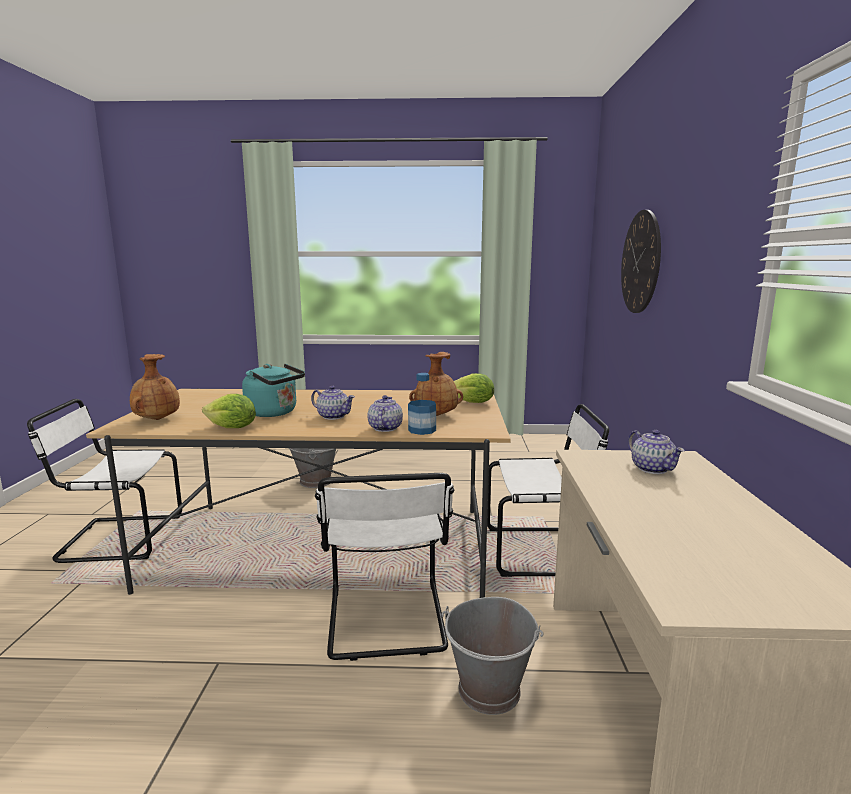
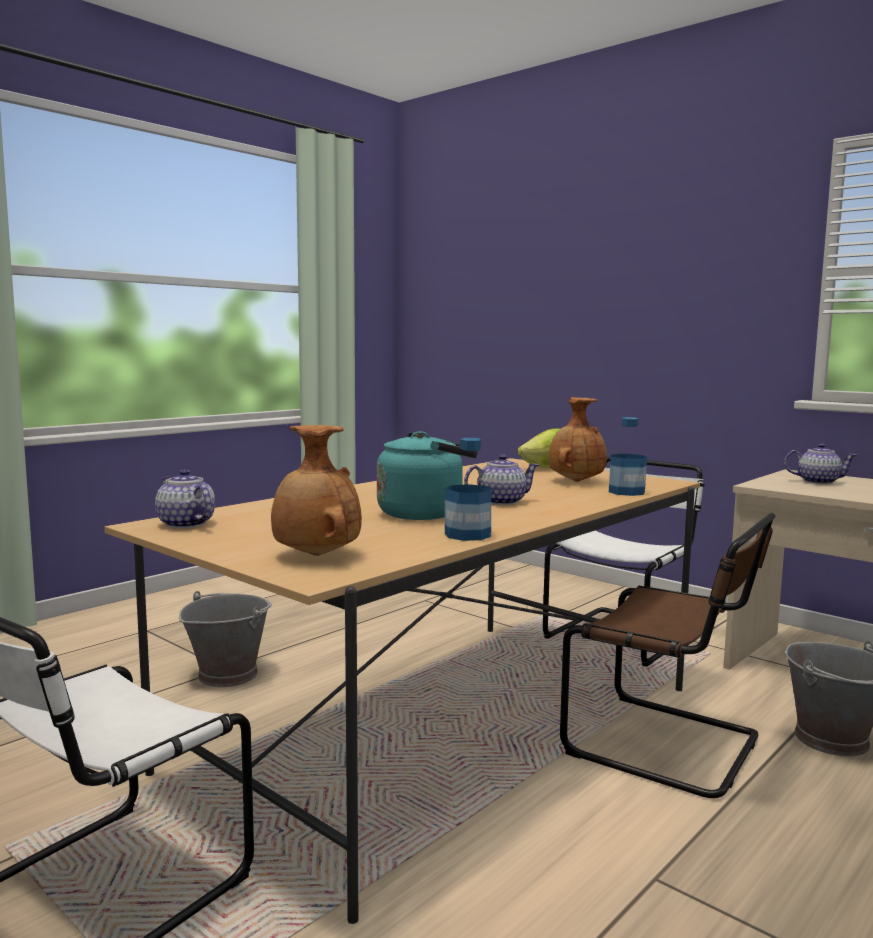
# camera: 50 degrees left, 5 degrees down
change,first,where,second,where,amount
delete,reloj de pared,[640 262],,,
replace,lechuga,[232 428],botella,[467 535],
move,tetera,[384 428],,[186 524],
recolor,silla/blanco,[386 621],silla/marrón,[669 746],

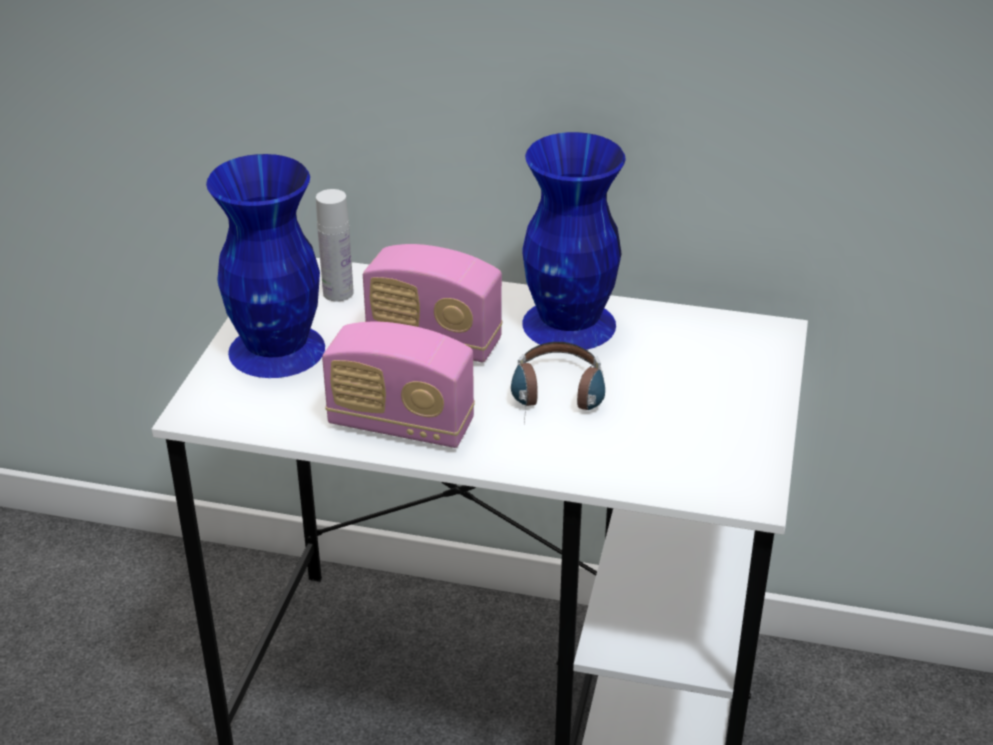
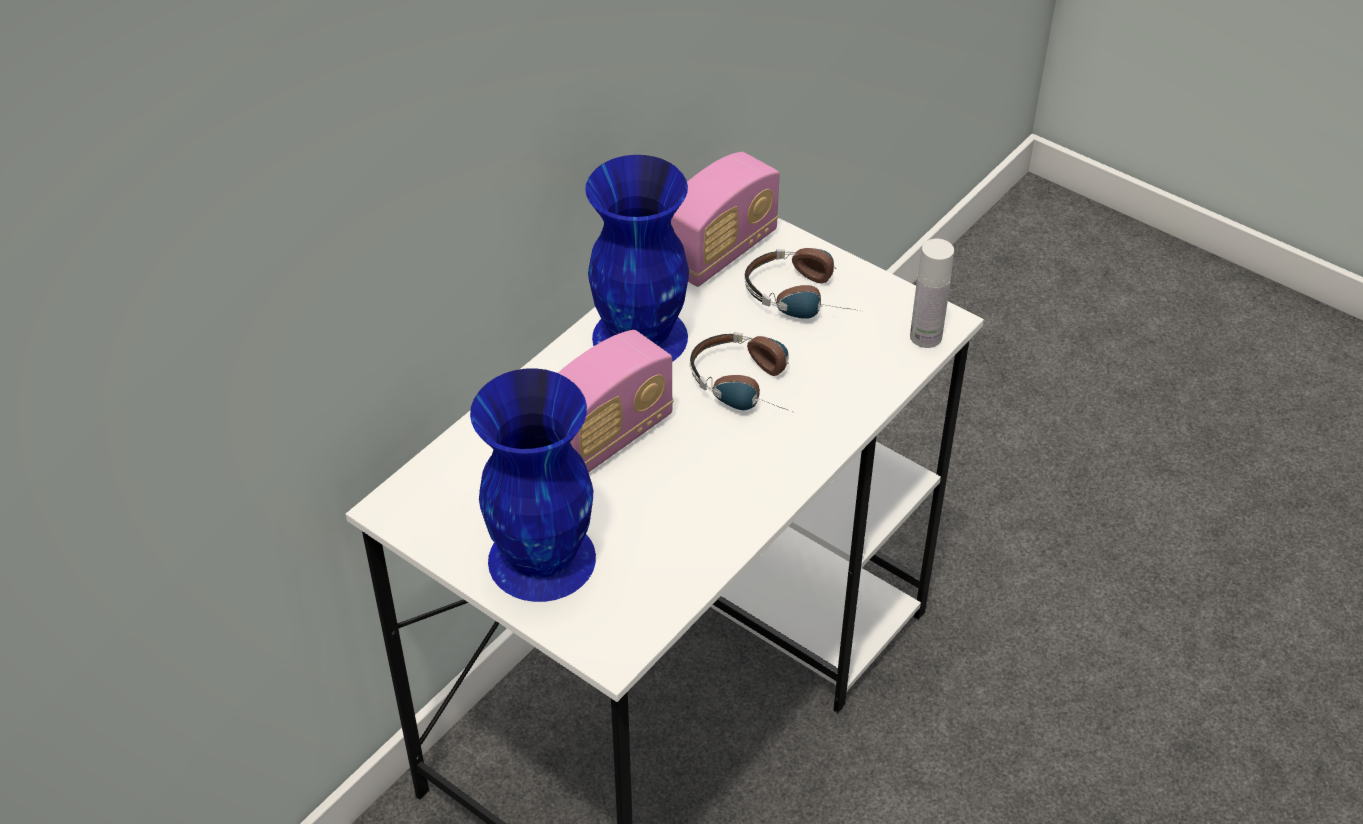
# camera: 65 degrees left, 10 degrees up
change,first,where,second,where,amount
move,botella/blanco,[338 293],,[925 336],
move,radio,[401 425],,[720 251],
insert,,,auriculares,[806 296],

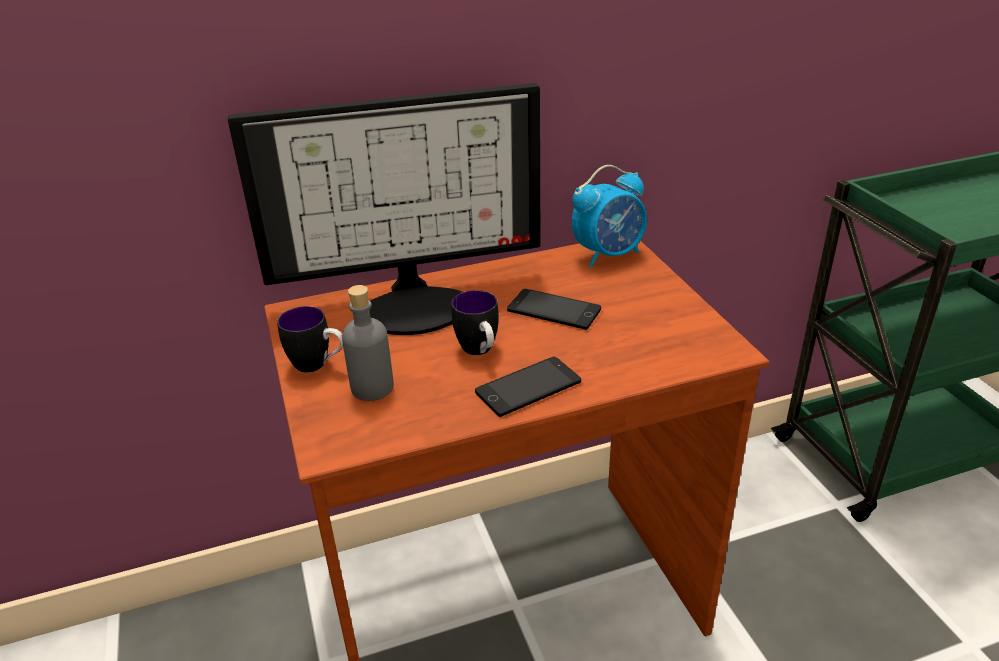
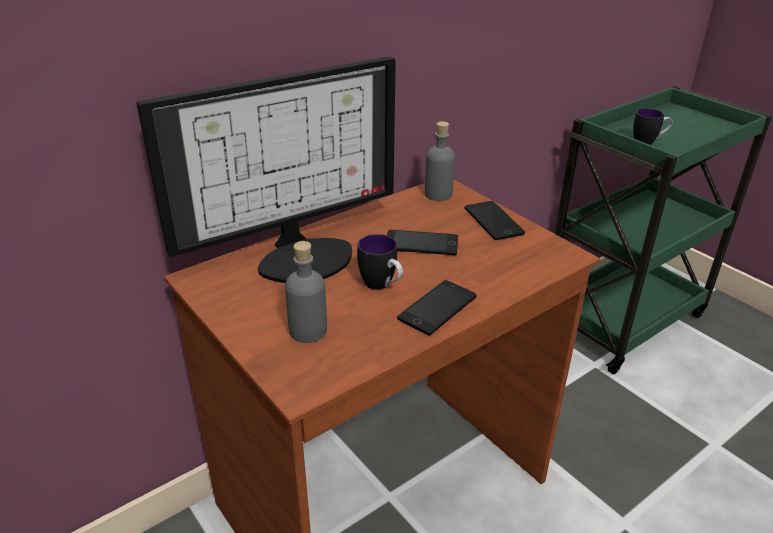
# camera: 20 degrees left, 0 degrees up
change,first,where,second,where,amount
replace,despertador,[609 254],botella/gris,[438 194],
move,taza grande,[318 365],,[648 142],
insert,,,móvil,[493 221],

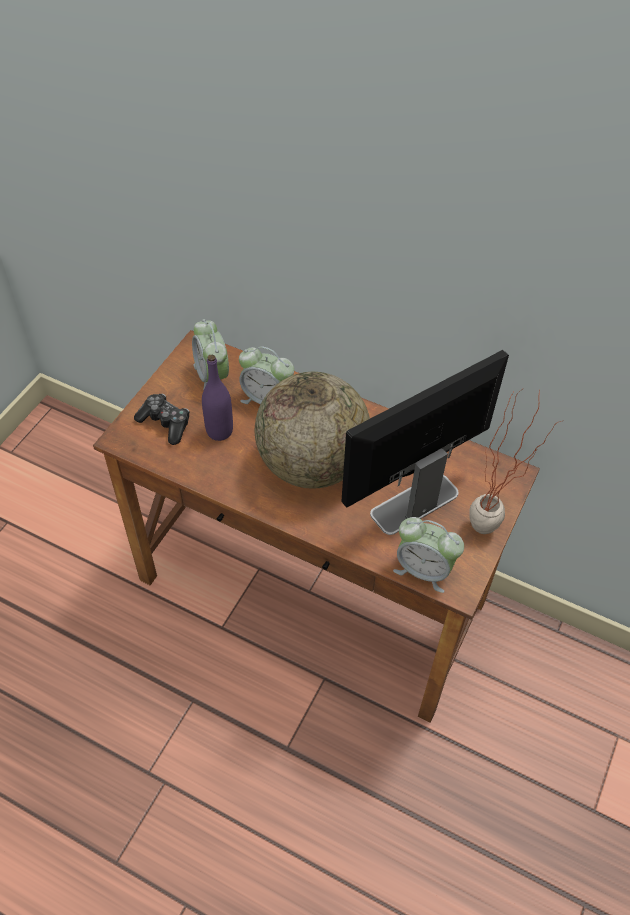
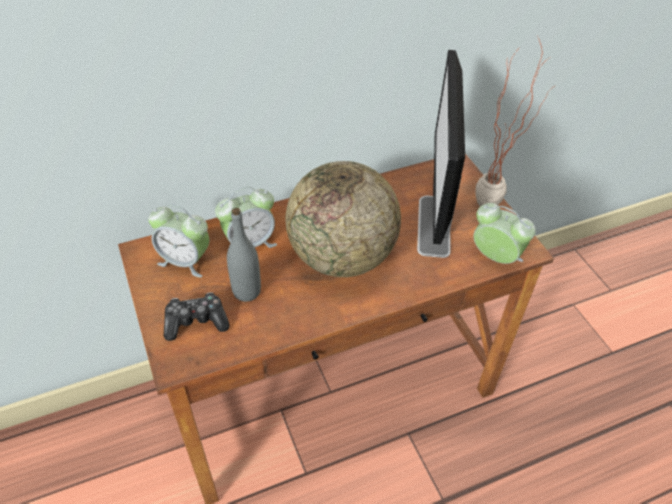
# camera: 50 degrees left, 5 degrees down
change,first,where,second,where,amount
recolor,botella/morado,[219 431],botella/gris,[246 291],
rotate,despertador,[423 570],,[495 257],120 degrees counterclockwise

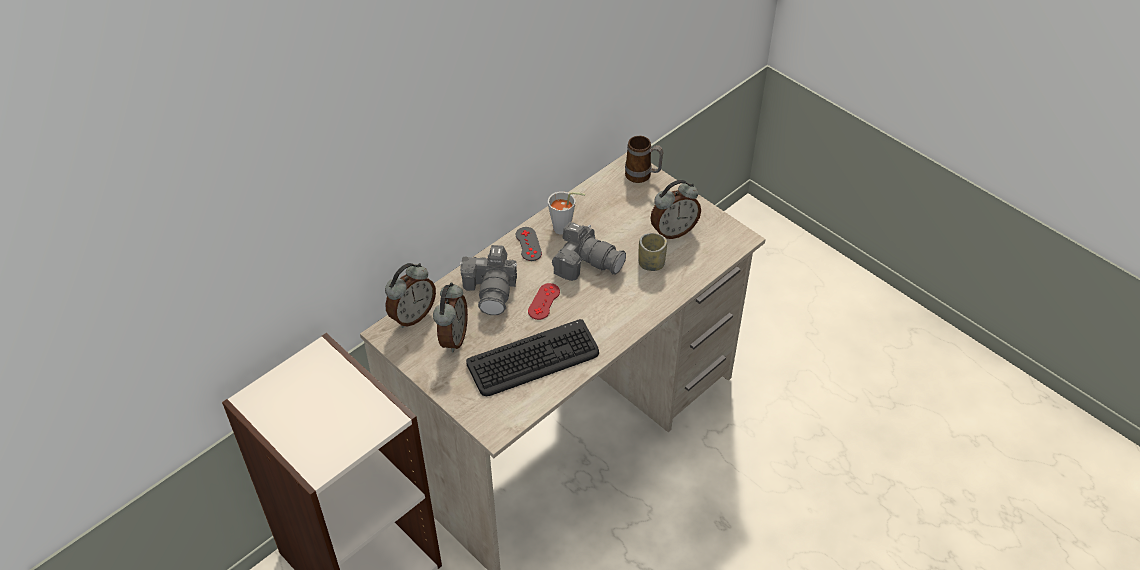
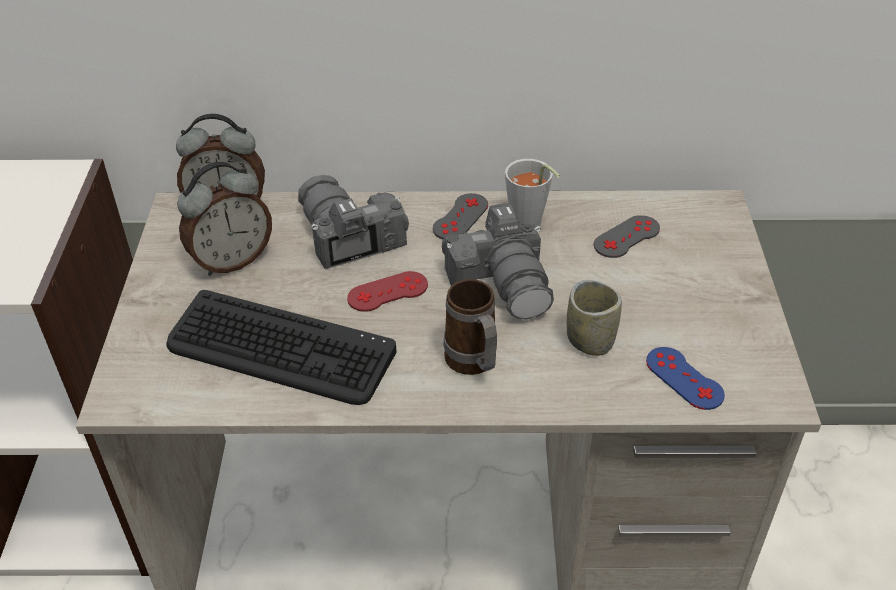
# camera: 45 degrees right, 5 degrees down
change,first,where,second,where,amount
move,taza grande,[643 176],,[474 365],
delete,despertador,[673 231],,,
rotate,cámara,[491 290],,[347 239],105 degrees clockwise
insert,,,mando de consola/gris,[626 237],
insert,,,mando de consola/azul,[684 378],

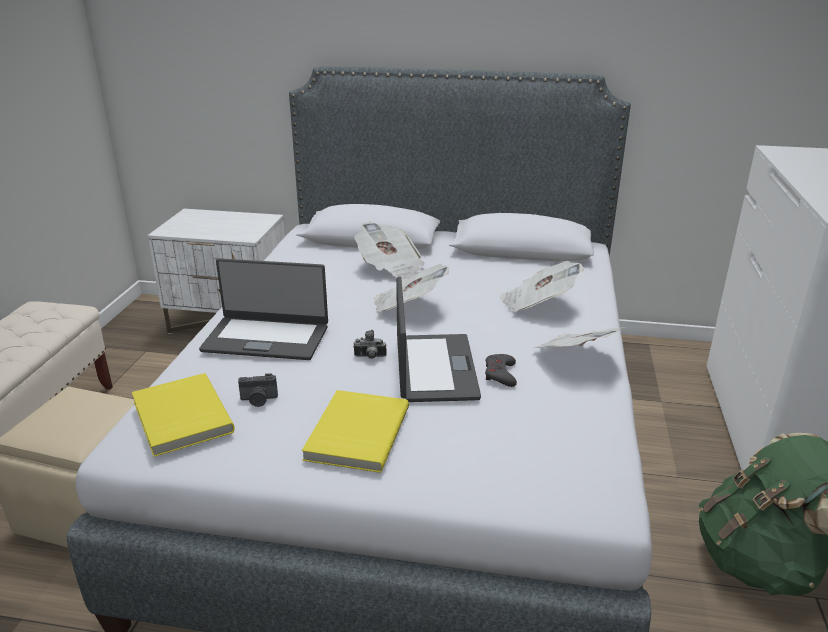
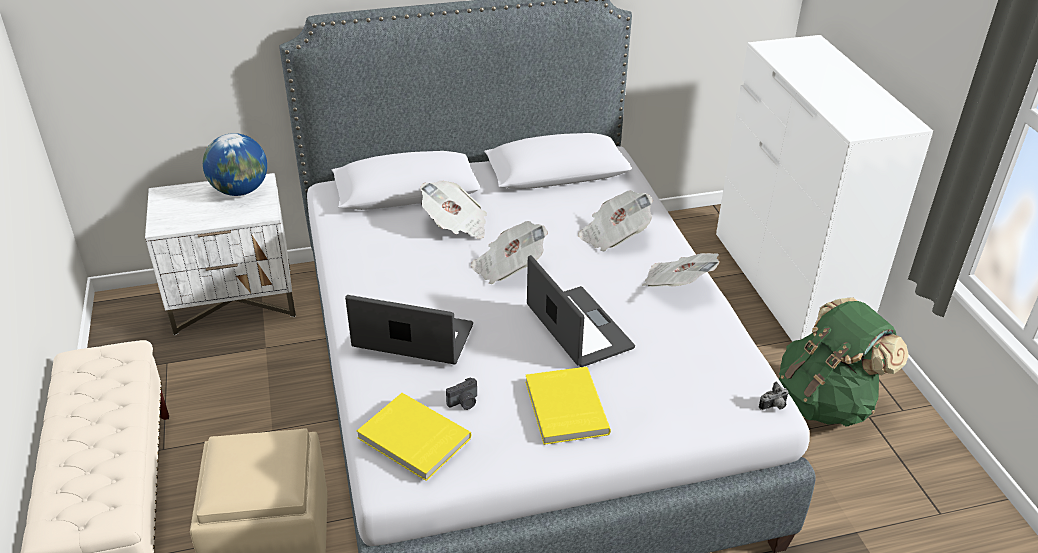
# camera: 25 degrees left, 10 degrees up
change,first,where,second,where,amount
rotate,portátil,[266 338],,[412 338],150 degrees counterclockwise
move,cámara,[370 357],,[774 406],
delete,mando de consola/gris,[500 374],,,
insert,,,globo terráqueo,[240 191],

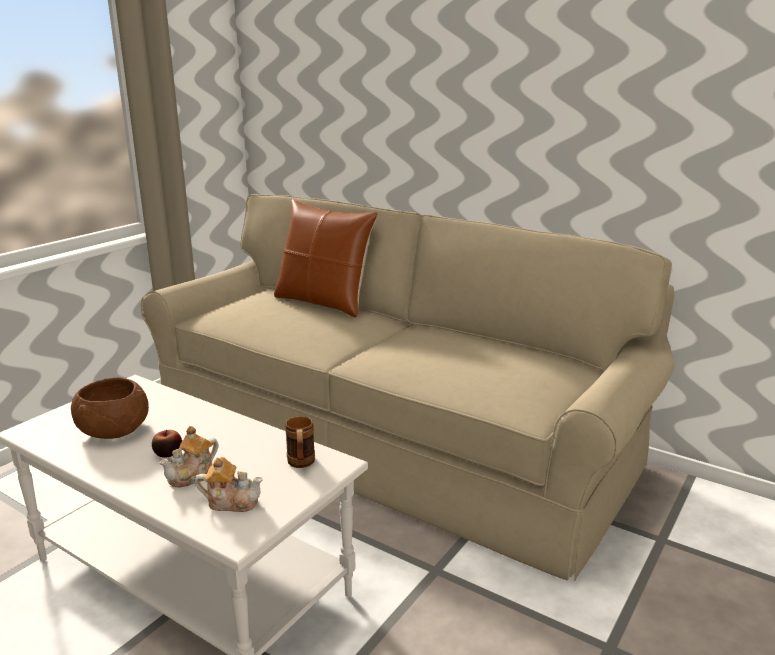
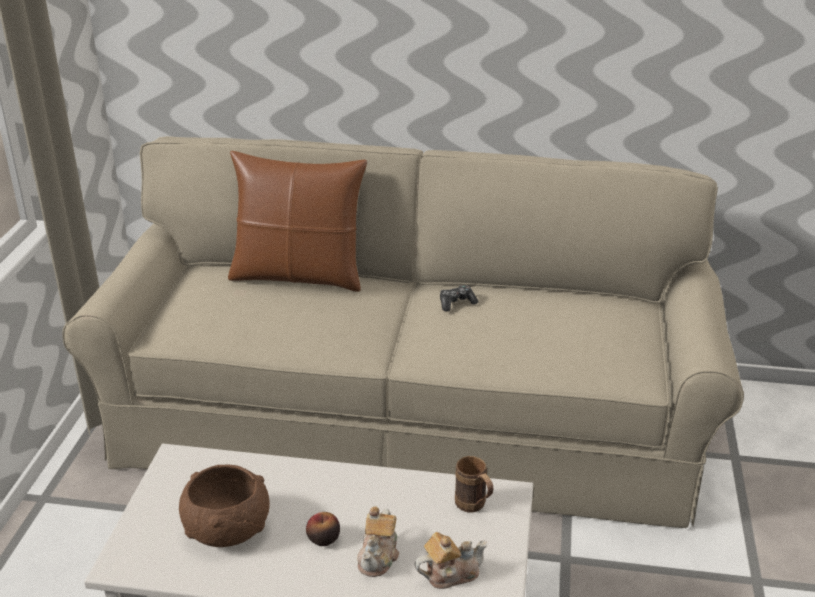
# camera: 25 degrees left, 10 degrees up
change,first,where,second,where,amount
insert,,,mando de consola,[456 303],

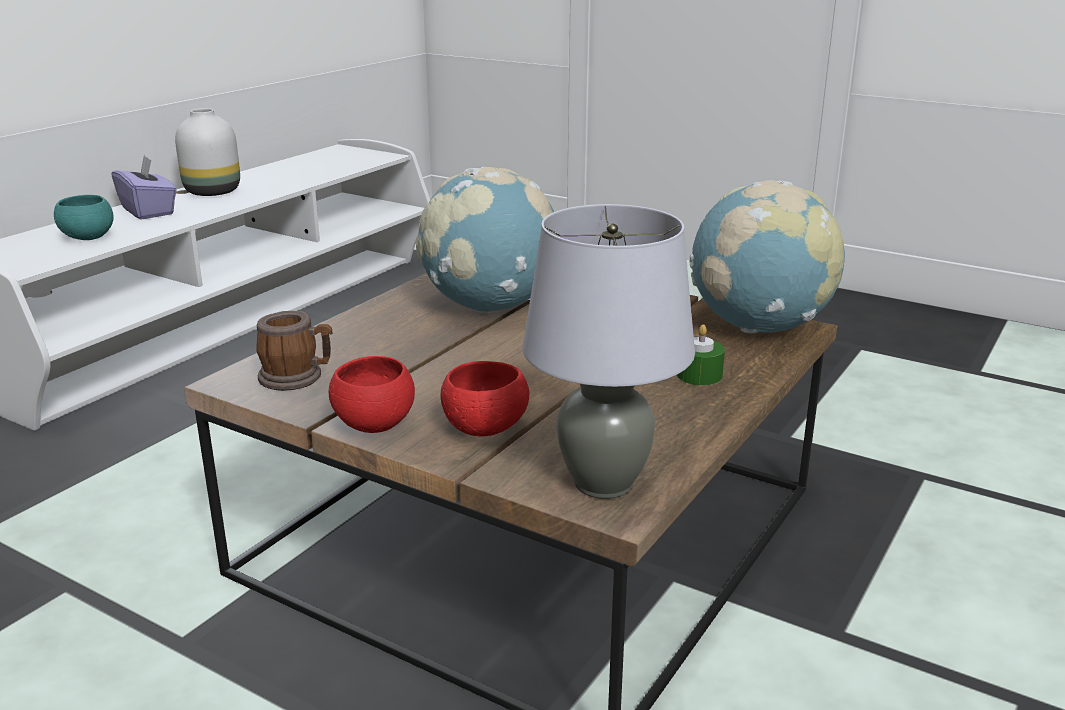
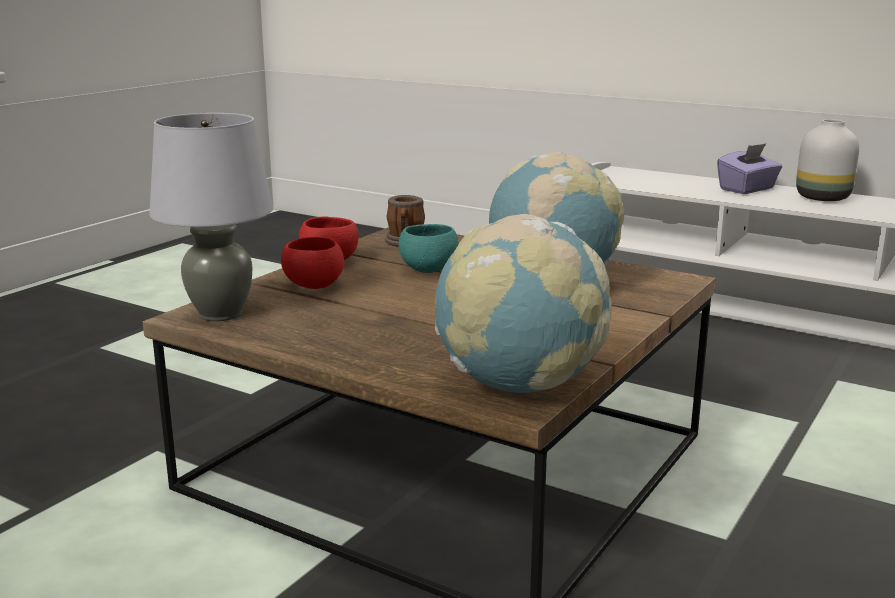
# camera: 90 degrees right, 5 degrees down
change,first,where,second,where,amount
move,cuenco/turquesa,[88 237],,[429 269],
delete,vela/verde,[699 375],,,

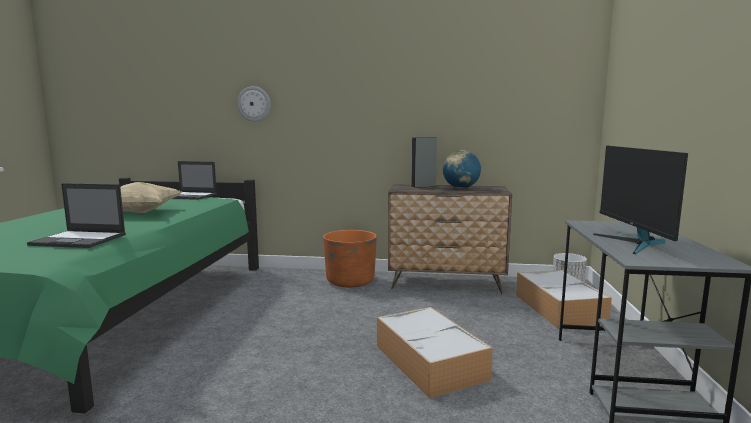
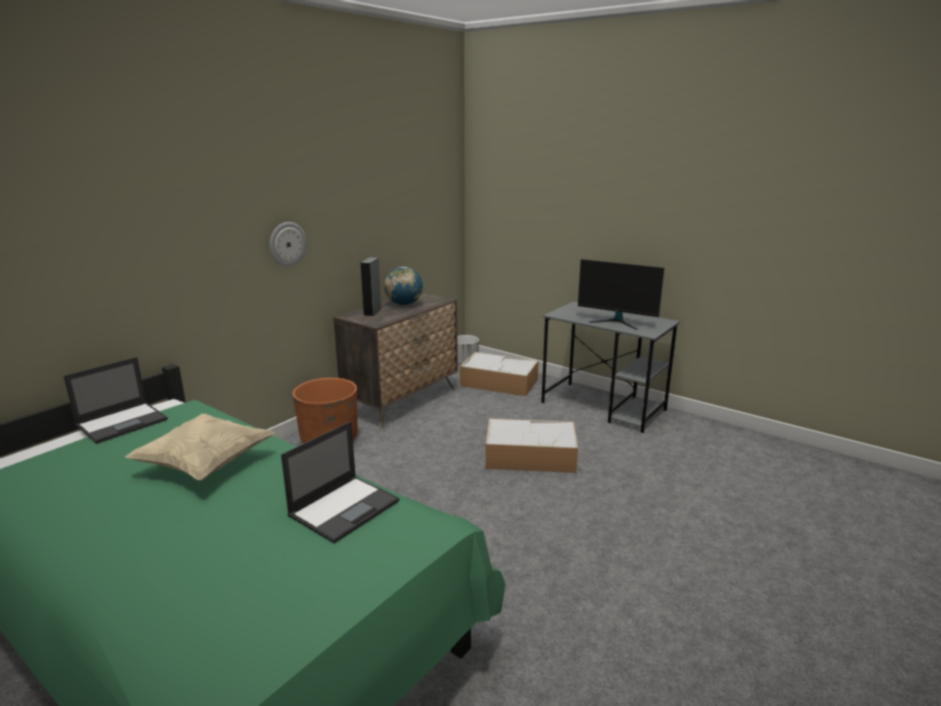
# camera: 60 degrees left, 10 degrees up
change,first,where,second,where,amount
move,reloj de pared,[254 104],,[287 244],

